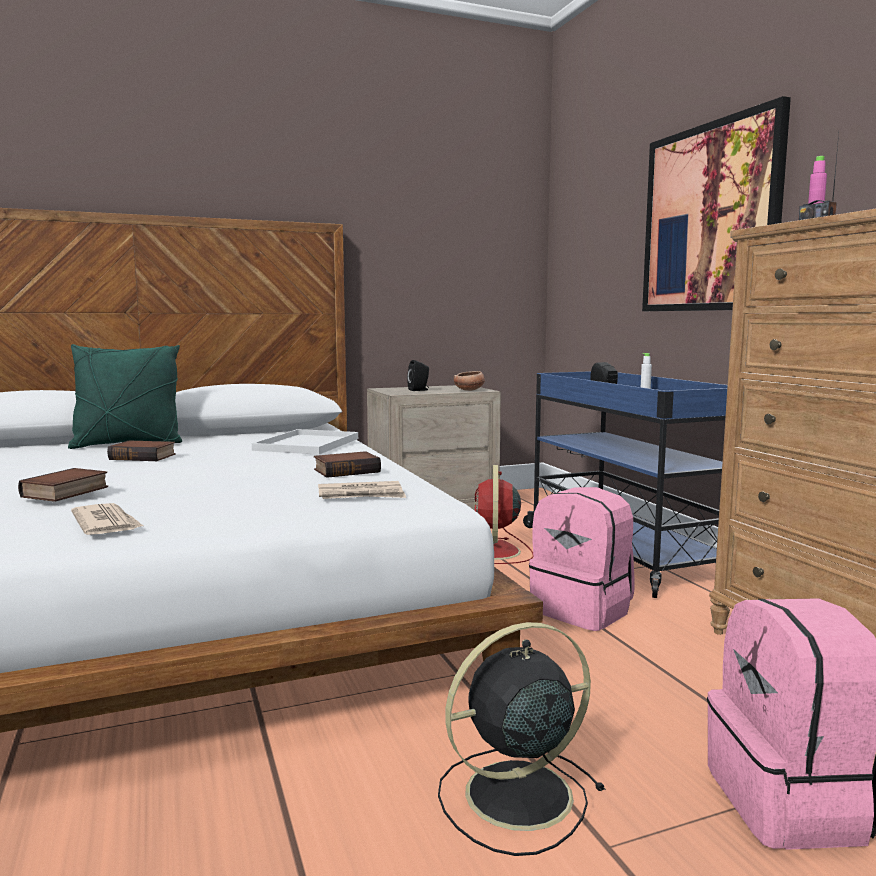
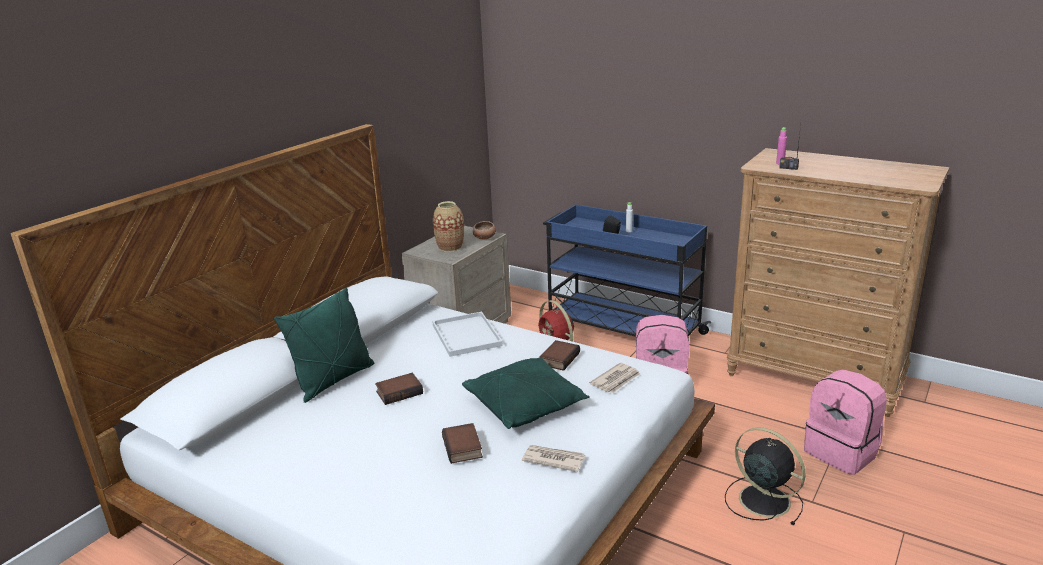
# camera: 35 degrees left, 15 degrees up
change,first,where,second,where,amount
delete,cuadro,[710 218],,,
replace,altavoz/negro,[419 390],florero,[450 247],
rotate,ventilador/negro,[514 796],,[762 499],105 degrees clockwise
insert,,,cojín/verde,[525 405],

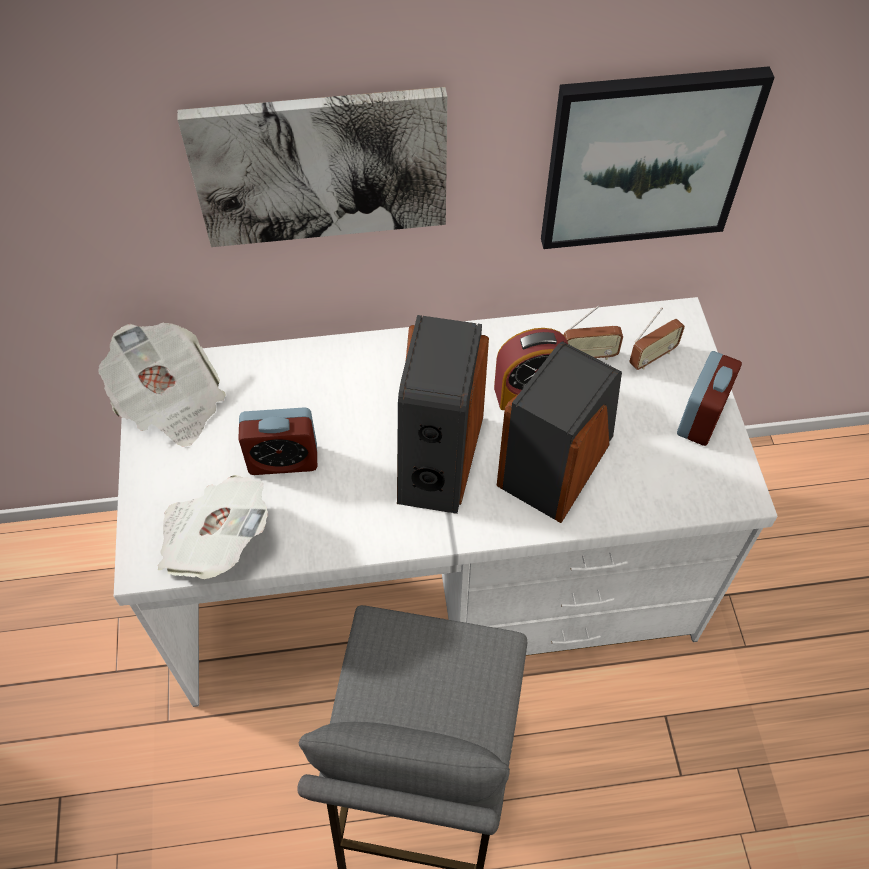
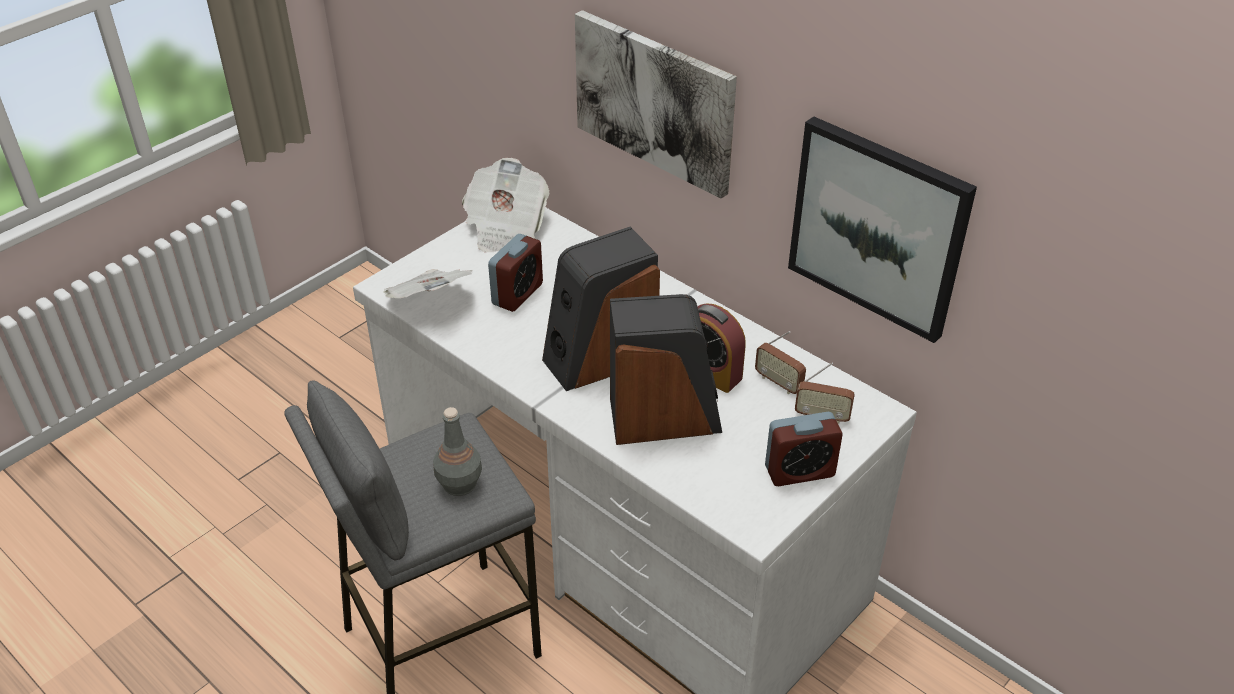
# camera: 50 degrees right, 15 degrees down
change,first,where,second,where,amount
rotate,despertador,[283 460],,[517 294],105 degrees counterclockwise
insert,,,botella/gris,[460 484],

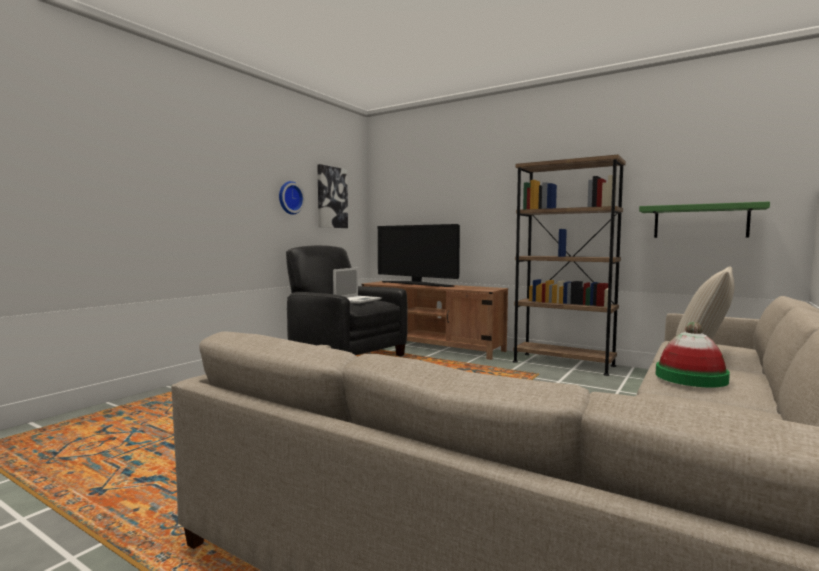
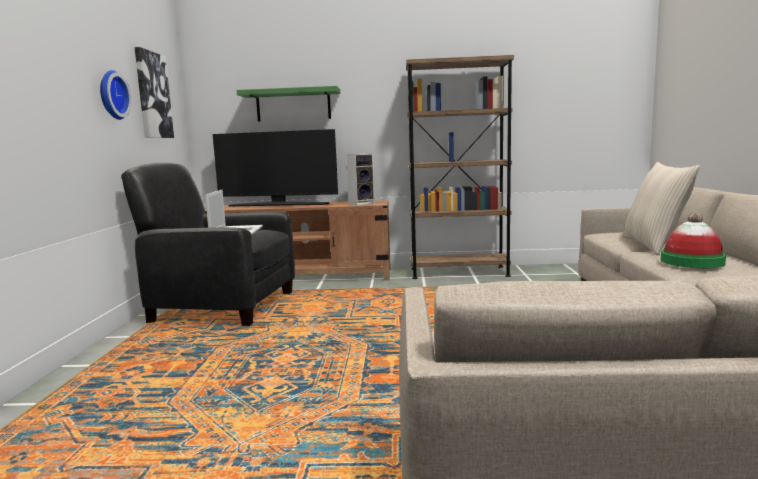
# camera: 30 degrees left, 5 degrees up
change,first,where,second,where,amount
move,estante/verde,[700 221],,[293 105],
insert,,,altavoz,[362 203],

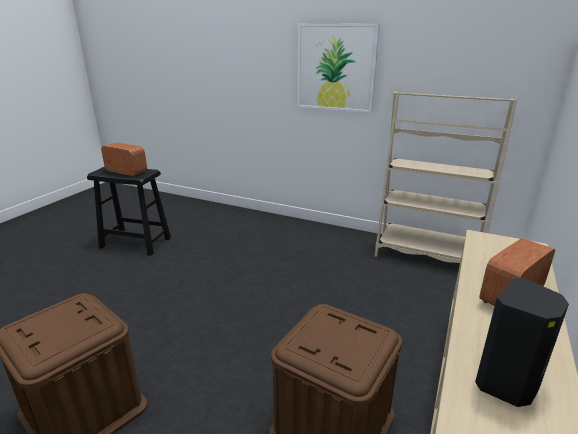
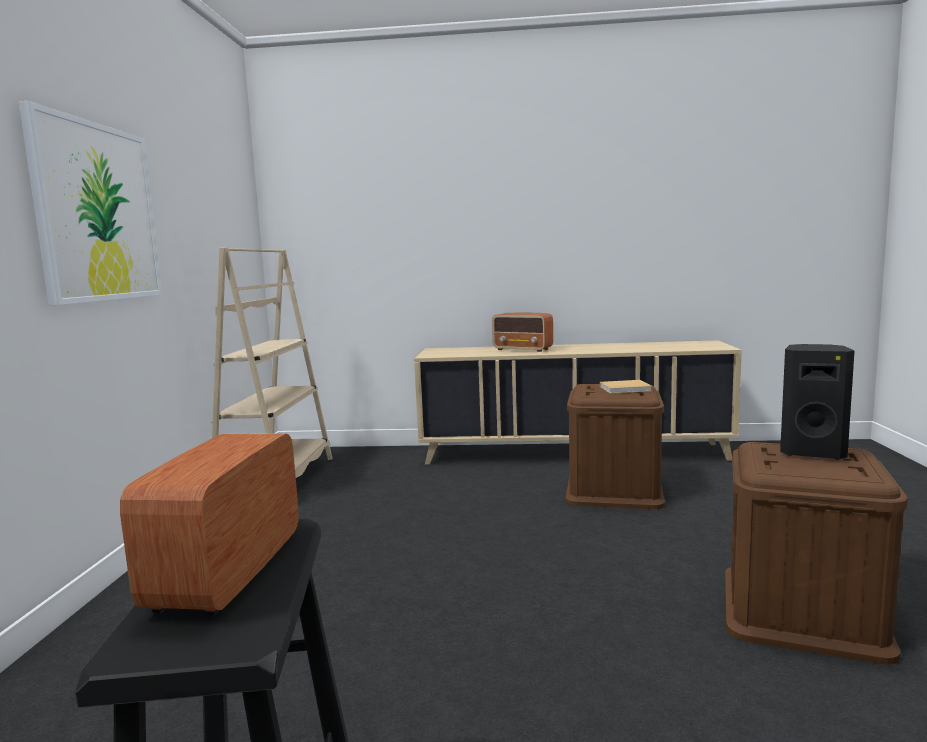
# camera: 110 degrees left, 15 degrees down
change,first,where,second,where,amount
move,altavoz/negro,[507 385],,[812 452],
insert,,,libro/beis,[626 388],

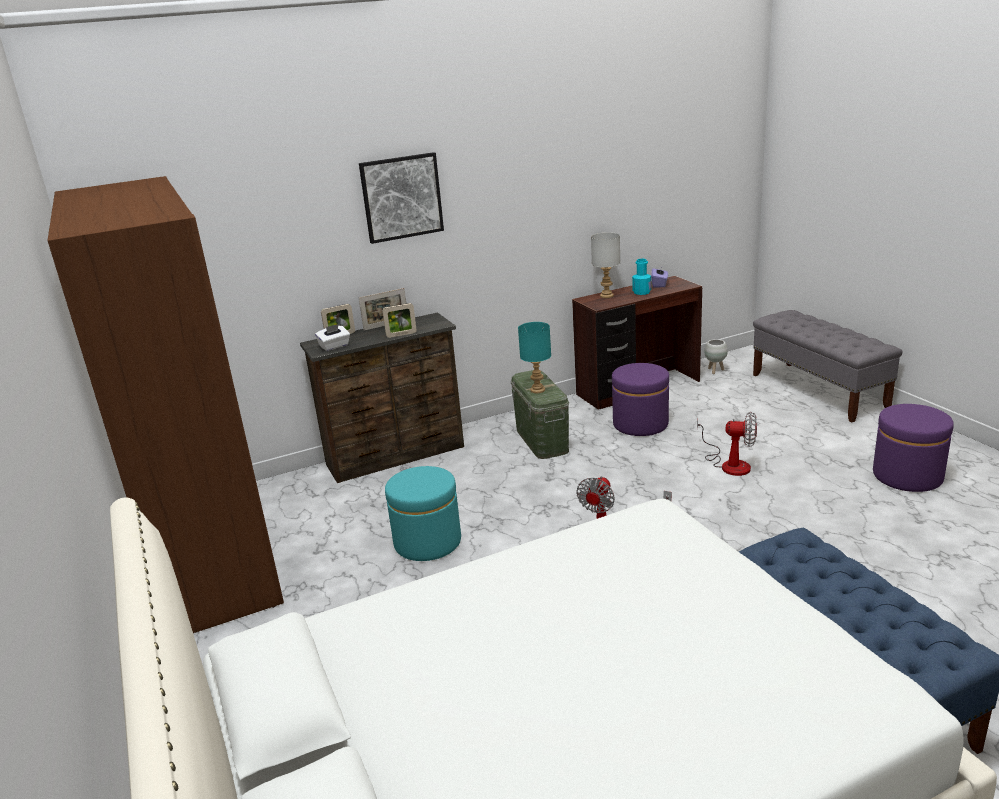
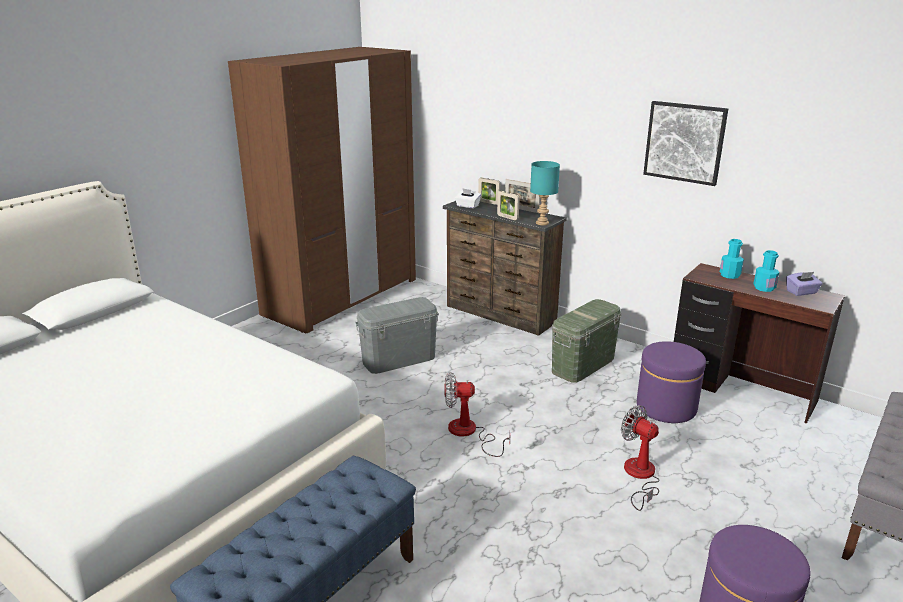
# camera: 60 degrees right, 0 degrees up
change,first,where,second,where,amount
move,cuadro,[401 197],,[684 142],
replace,lámpara de mesa/gris,[607 296],botella/turquesa,[729 275],
move,lámpara de mesa/turquesa,[537 390],,[541 223],
delete,maceta/blanco,[715 371],,,
rotate,ventilador,[729 464],,[640 476],150 degrees clockwise
replace,puf/turquesa,[427 542],caja de almacenaje/gris,[399 359],

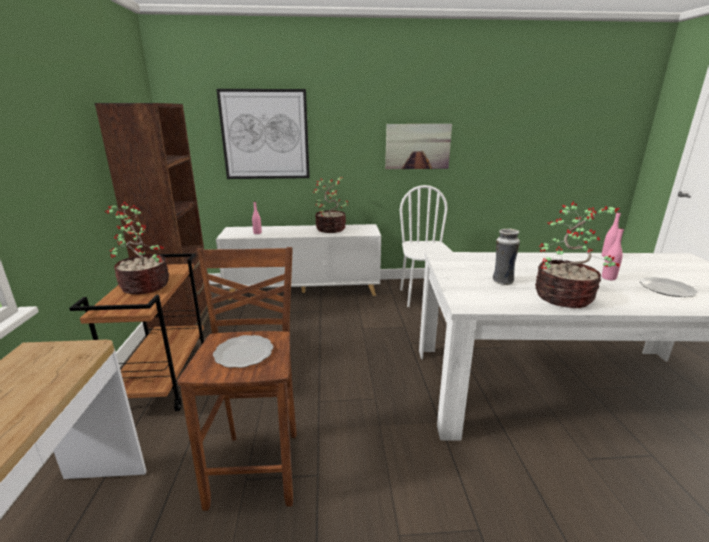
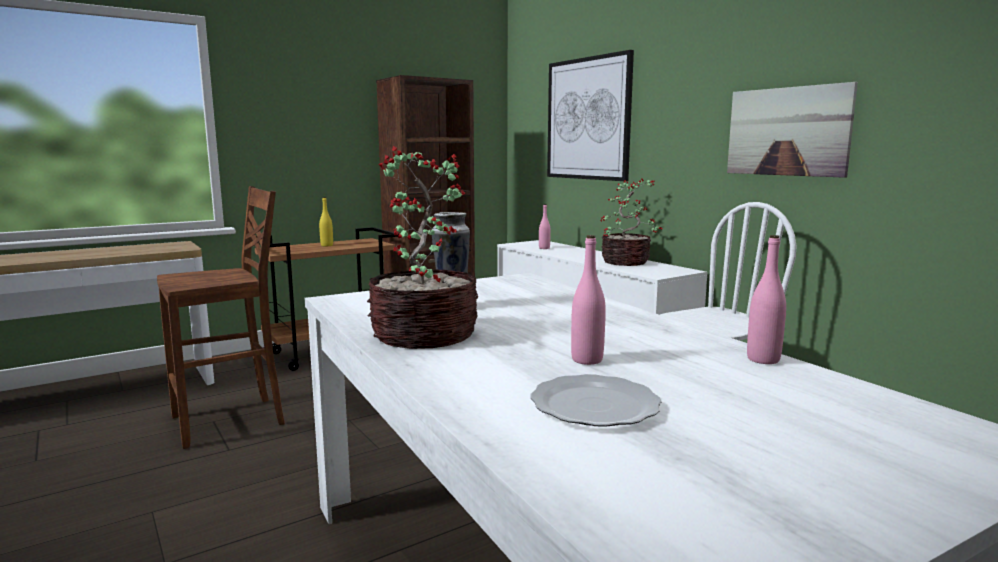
# camera: 60 degrees right, 10 degrees down
change,first,where,second,where,amount
replace,planta en maceta,[144 285],botella/amarillo,[327 245],
delete,plato,[244 353],,,

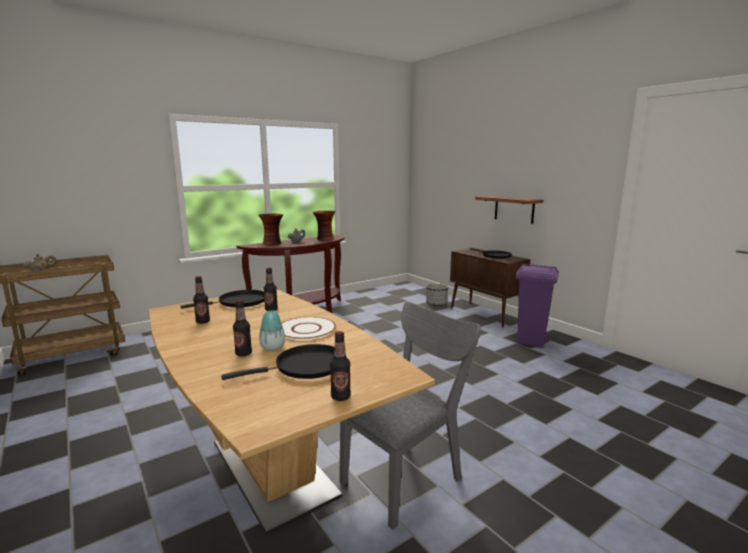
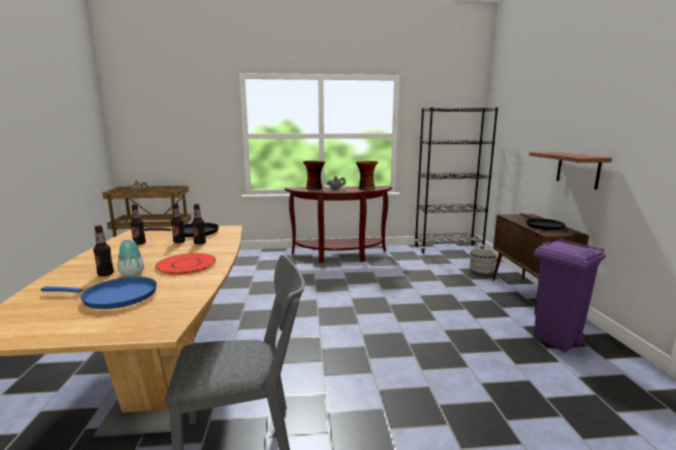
# camera: 30 degrees right, 0 degrees up
change,first,where,second,where,amount
recolor,plato/blanco,[306 329],plato/rojo,[186 264],
move,botella,[340 397],,[179 242],
recolor,sartén/negro,[305 367],sartén/azul,[115 297],
insert,,,estantería/negro,[448 249],

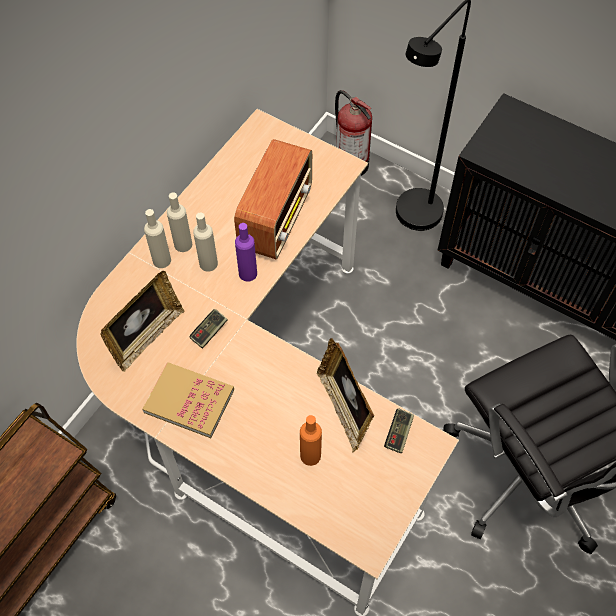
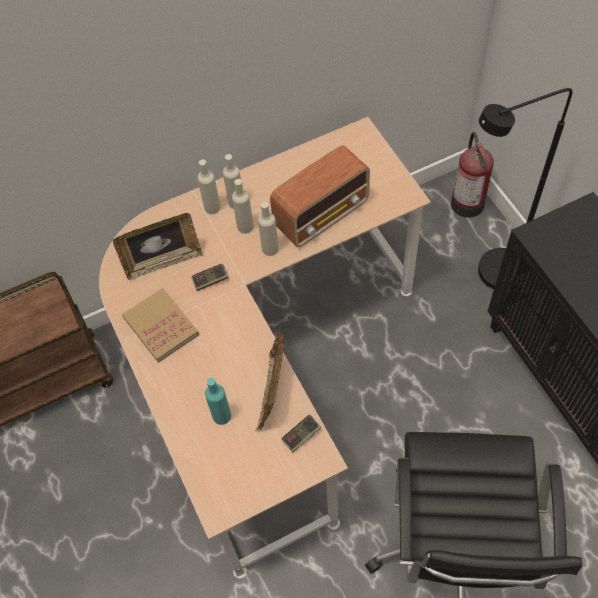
# camera: 35 degrees right, 0 degrees up
change,first,where,second,where,amount
recolor,botella/morado,[248 273],botella/beis,[270 248],
recolor,botella/naranja,[310 455],botella/turquesa,[222 416],

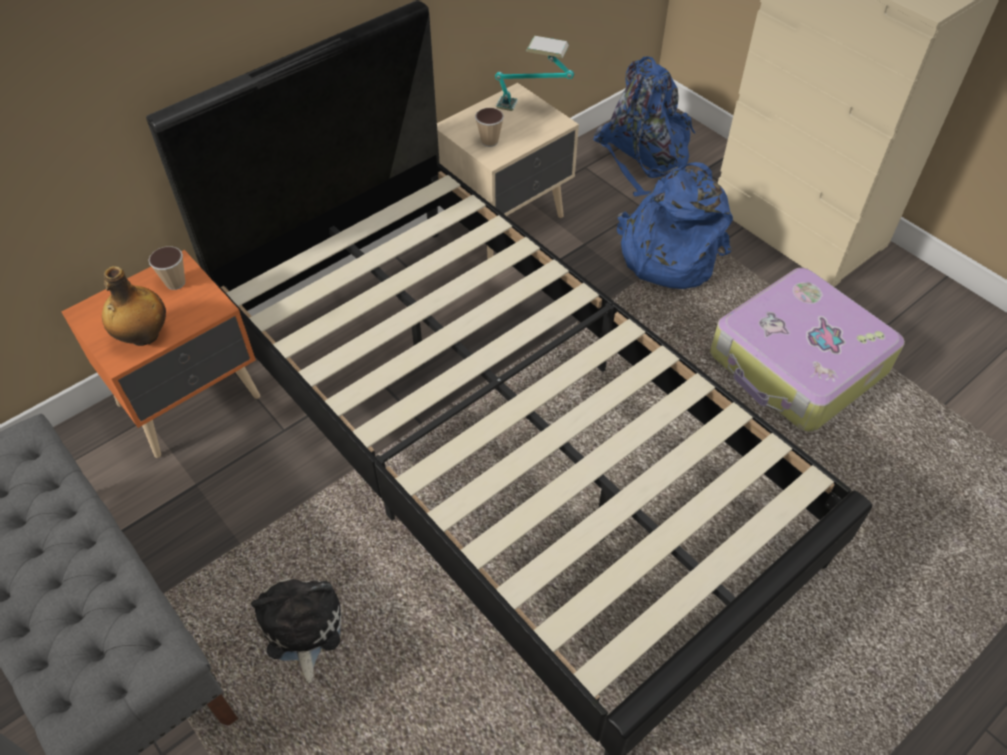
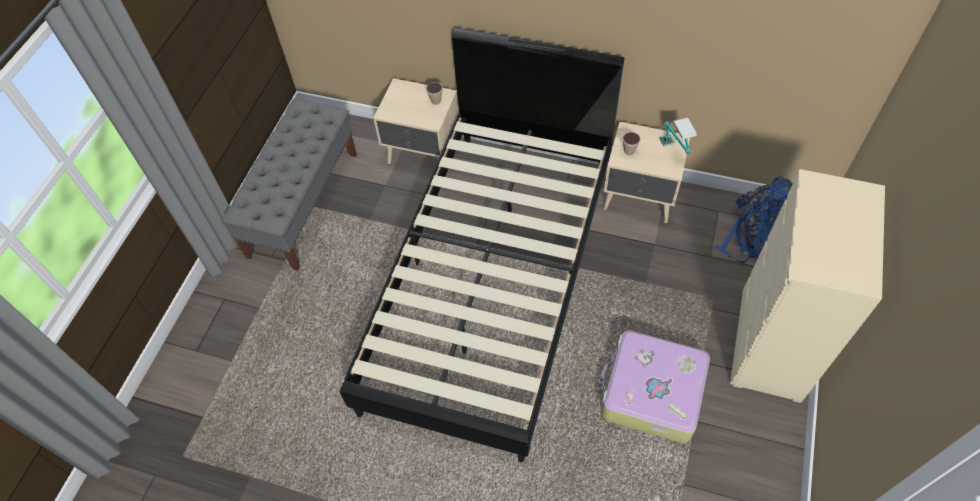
# camera: 60 degrees right, 5 degrees up
change,first,where,second,where,amount
delete,mochila/azul,[667 254],,,
recolor,mesita de noche/naranja,[192 401],mesita de noche/beis,[424 154],
delete,botella,[144 336],,,
delete,peluche,[302 631],,,

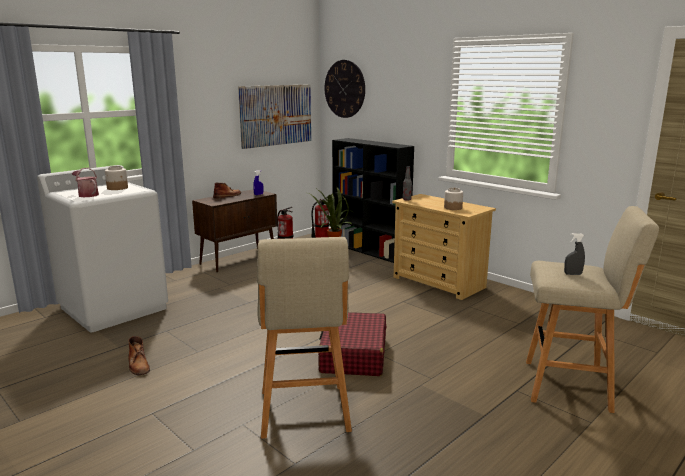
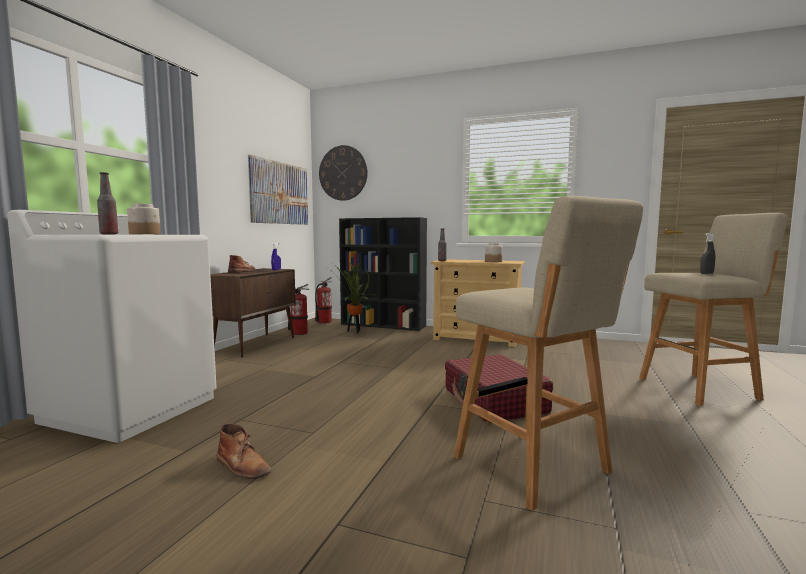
# camera: 25 degrees left, 10 degrees down
change,first,where,second,where,amount
replace,regadera,[87 194],botella,[109 234],

